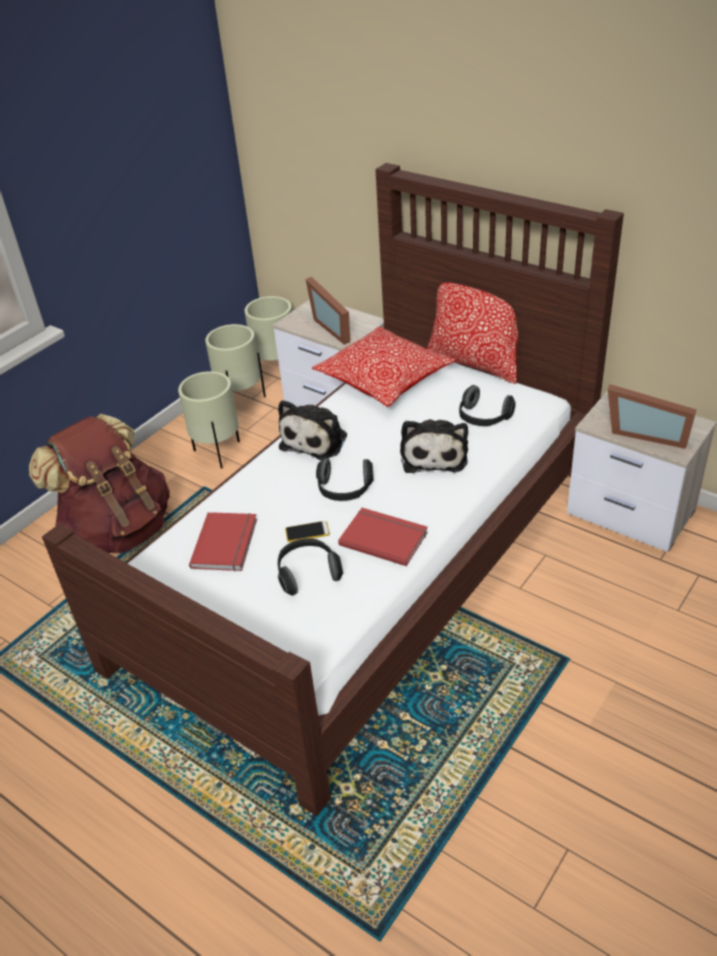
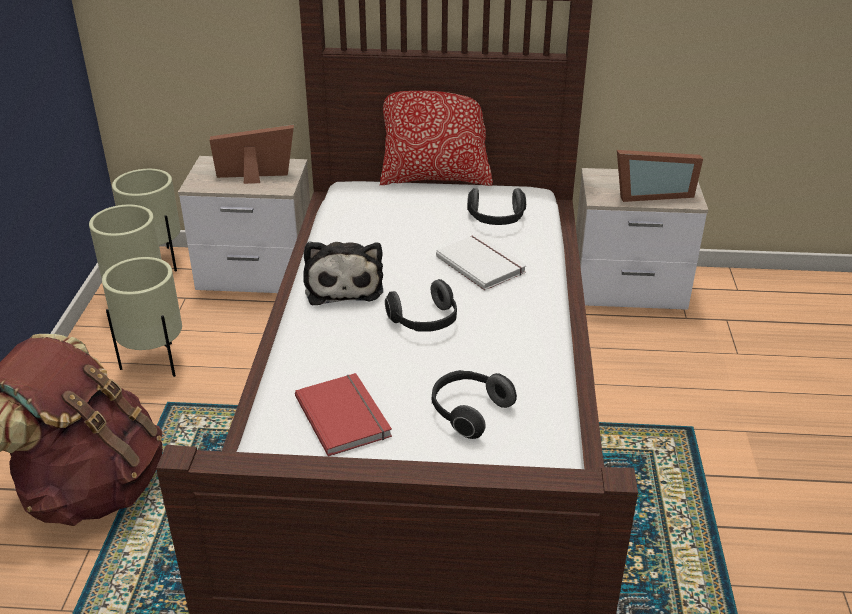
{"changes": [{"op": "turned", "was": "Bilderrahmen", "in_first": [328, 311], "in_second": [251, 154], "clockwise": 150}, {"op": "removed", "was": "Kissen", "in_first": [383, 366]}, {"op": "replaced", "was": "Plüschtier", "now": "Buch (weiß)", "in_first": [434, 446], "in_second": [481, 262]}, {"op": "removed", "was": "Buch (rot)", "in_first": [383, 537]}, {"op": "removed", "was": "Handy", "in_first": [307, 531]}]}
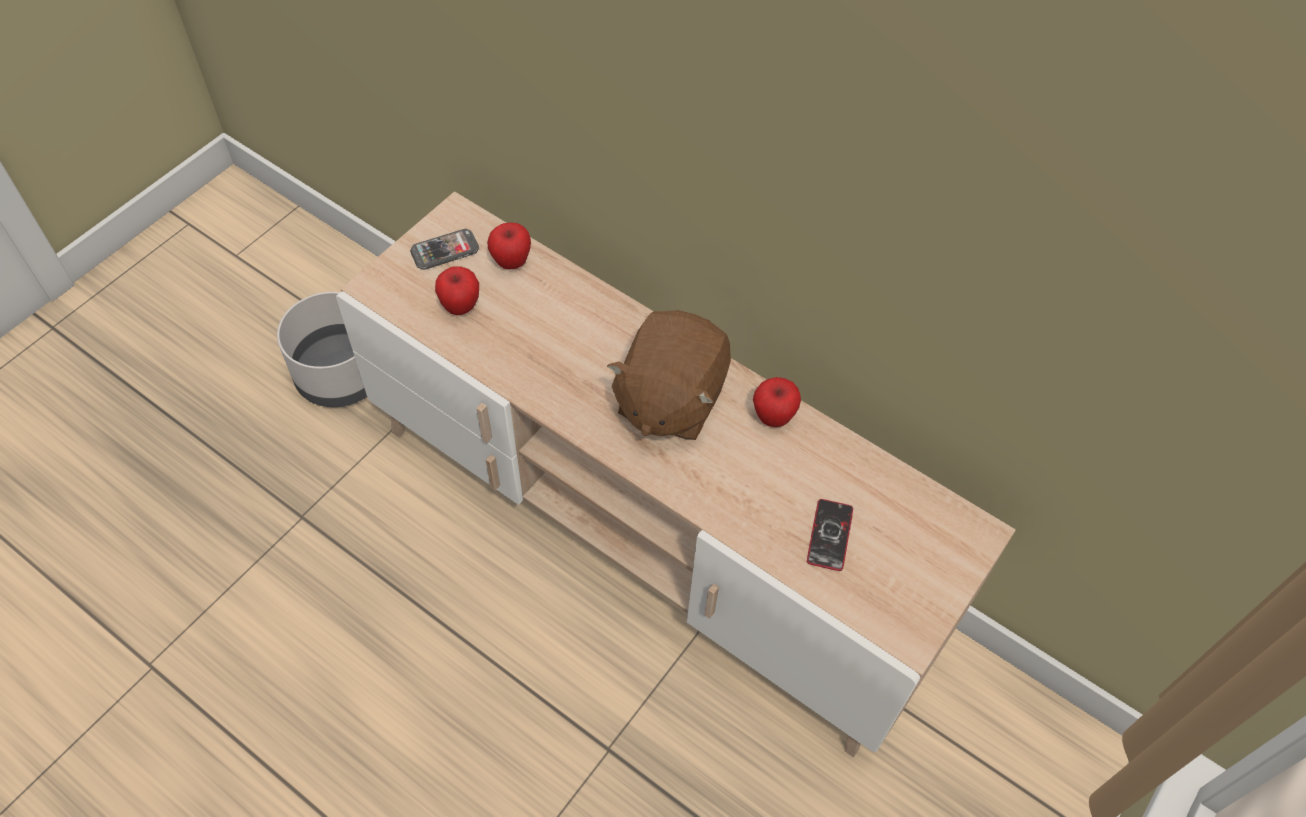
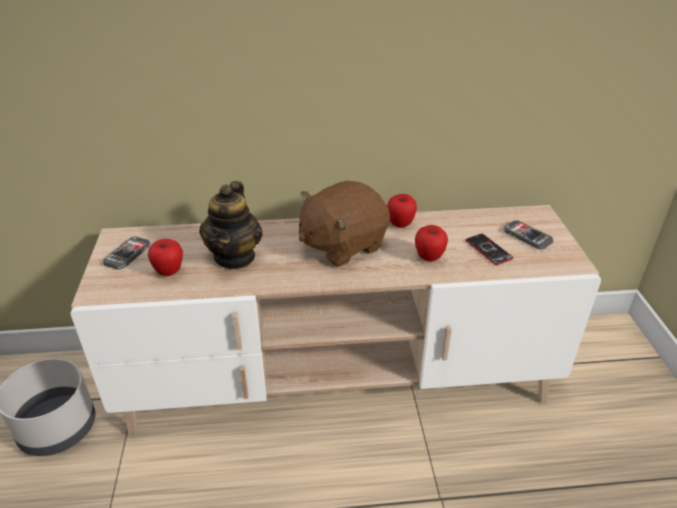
{"changes": [{"op": "moved", "was": "Apfel", "in_first": [509, 245], "in_second": [431, 243]}, {"op": "turned", "was": "Plüschtier (braun)", "in_first": [669, 375], "in_second": [344, 224], "clockwise": 75}, {"op": "added", "now": "Teekanne", "in_second": [231, 225]}, {"op": "added", "now": "Handy", "in_second": [528, 234]}]}
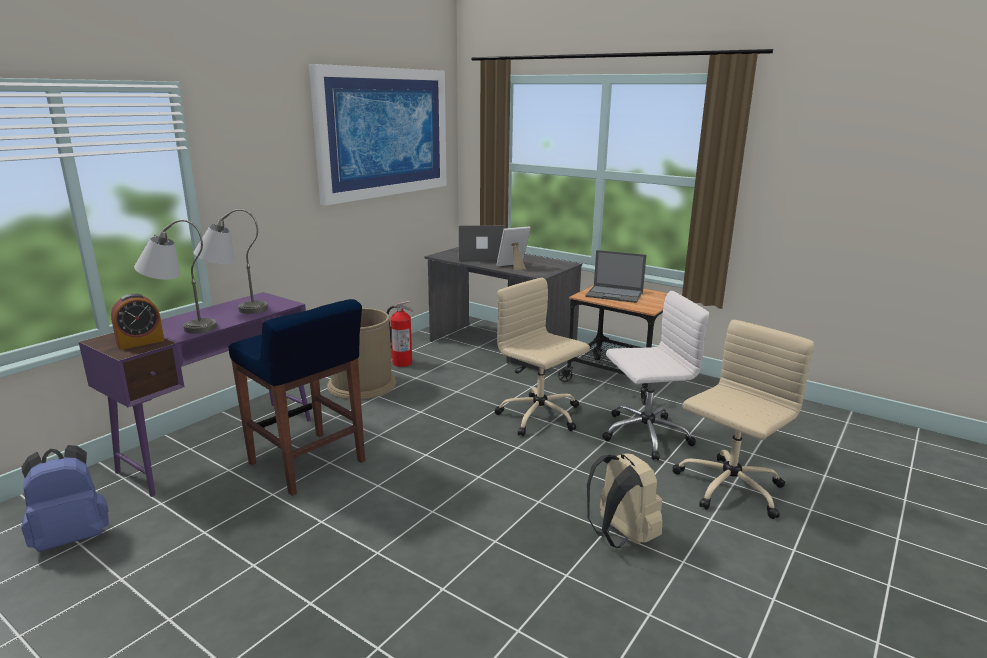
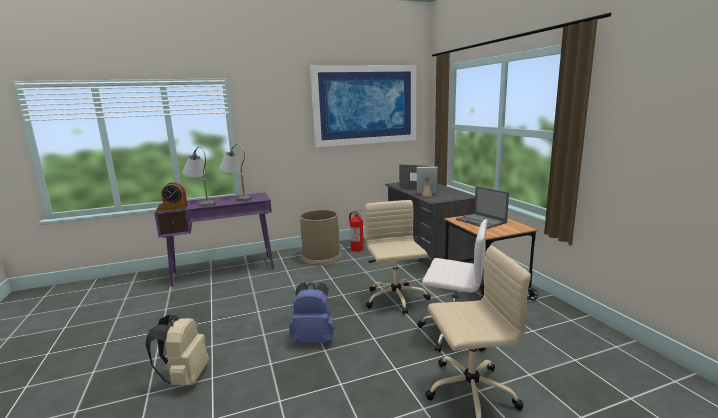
{"changes": [{"op": "removed", "was": "Hocker (blau)", "in_first": [297, 397]}, {"op": "moved", "was": "Rucksack (blau)", "in_first": [65, 498], "in_second": [311, 312]}, {"op": "moved", "was": "Rucksack (beige)", "in_first": [625, 500], "in_second": [177, 349]}]}
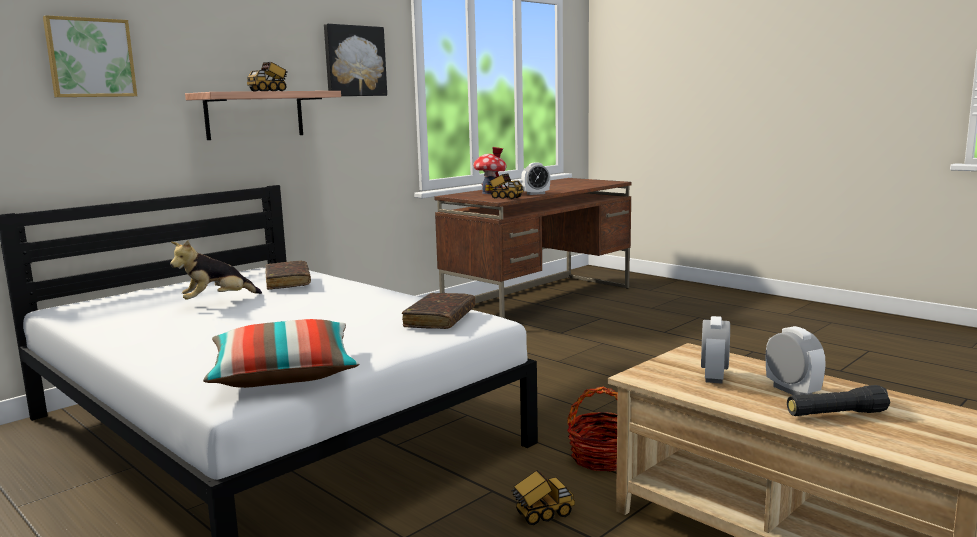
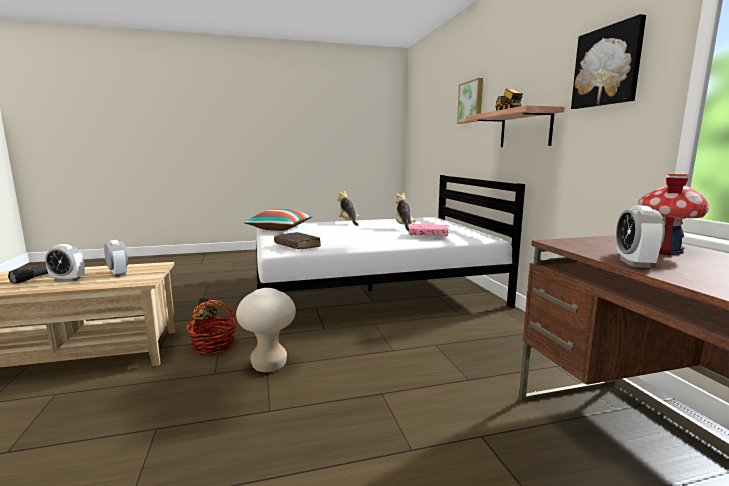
{"changes": [{"op": "removed", "was": "Spielzeuglaster", "in_first": [506, 186]}, {"op": "recoloured", "was": "Buch (braun)", "now": "Buch (rosa)", "in_first": [288, 275], "in_second": [429, 230]}, {"op": "added", "now": "Plüschtier", "in_second": [348, 208]}, {"op": "added", "now": "Hocker (beige)", "in_second": [266, 330]}]}
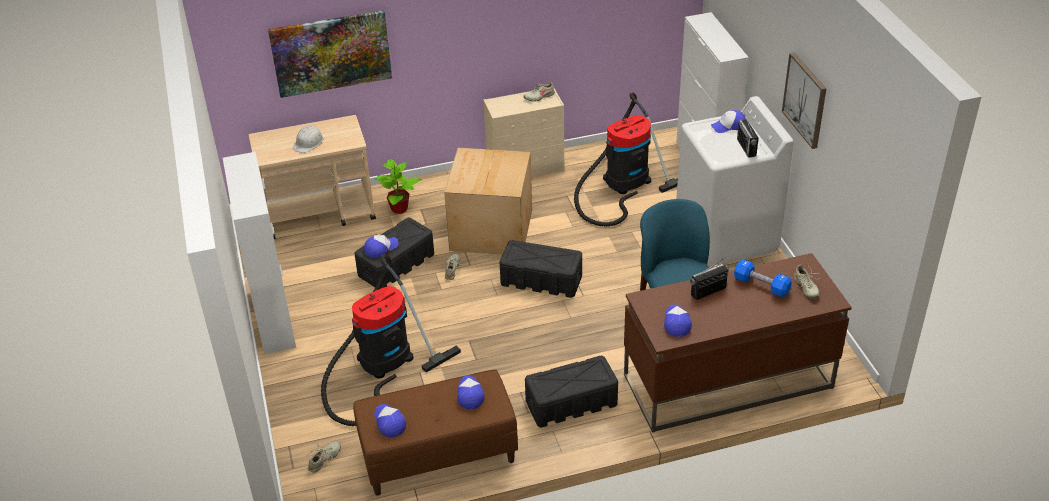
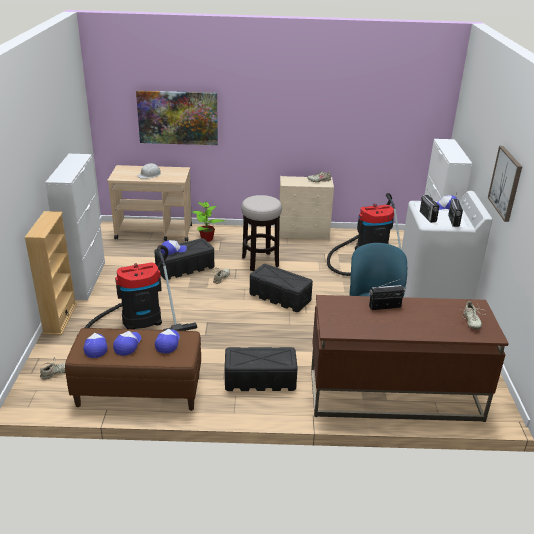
{"changes": [{"op": "replaced", "was": "Karton", "now": "Hocker", "in_first": [488, 201], "in_second": [261, 233]}, {"op": "removed", "was": "Hantel (blau)", "in_first": [763, 278]}, {"op": "moved", "was": "Kappe", "in_first": [678, 321], "in_second": [127, 343]}, {"op": "added", "now": "Radio", "in_second": [429, 206]}, {"op": "added", "now": "Bücherregal (beige)", "in_second": [50, 273]}]}
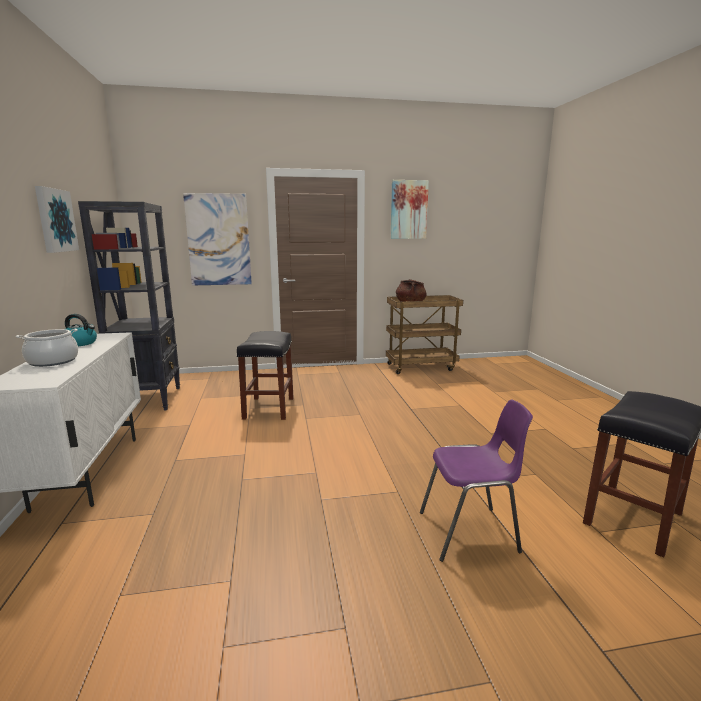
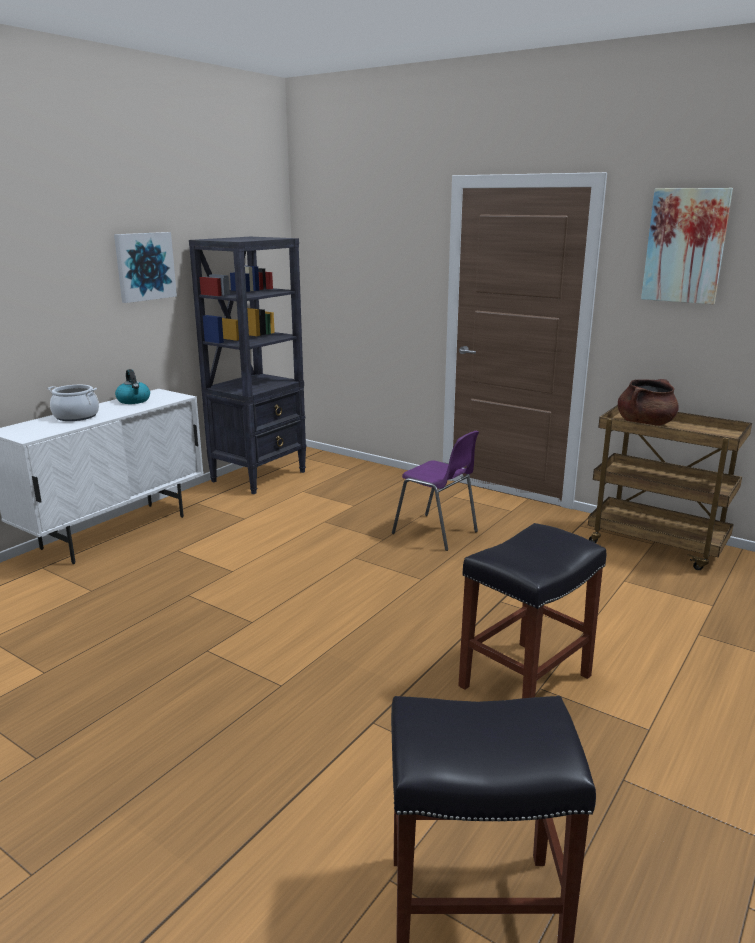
{"changes": [{"op": "removed", "was": "Bild", "in_first": [217, 239]}, {"op": "moved", "was": "Hocker (schwarz)", "in_first": [265, 375], "in_second": [532, 610]}, {"op": "moved", "was": "Stuhl (lila)", "in_first": [476, 480], "in_second": [435, 491]}]}
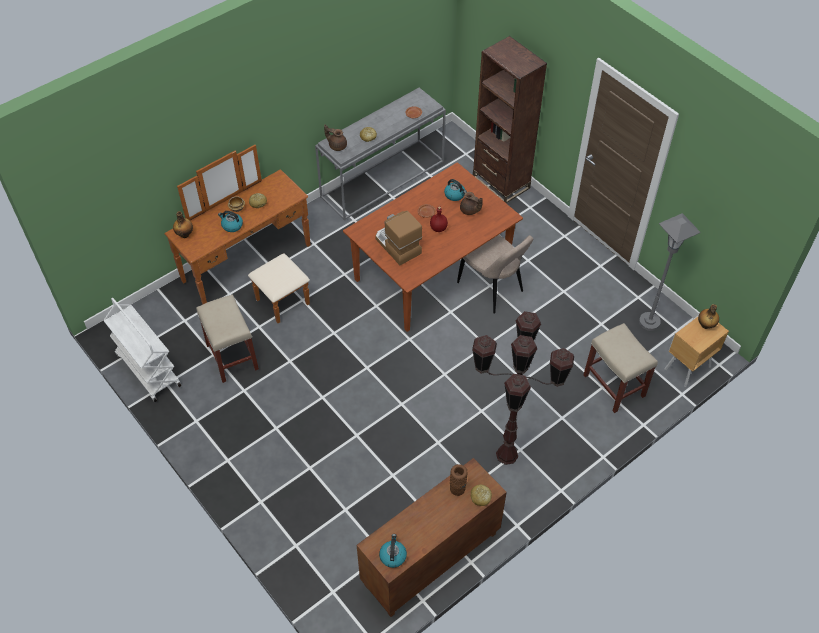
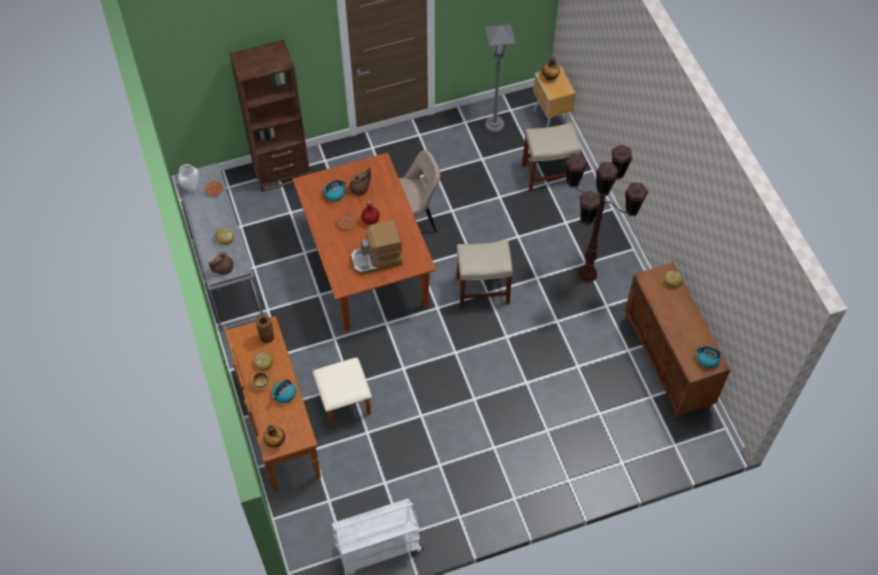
{"changes": [{"op": "moved", "was": "Hocker (beige)", "in_first": [227, 339], "in_second": [485, 274]}, {"op": "moved", "was": "Vase (braun)", "in_first": [458, 480], "in_second": [265, 329]}, {"op": "added", "now": "Vase (weiß)", "in_second": [188, 178]}]}
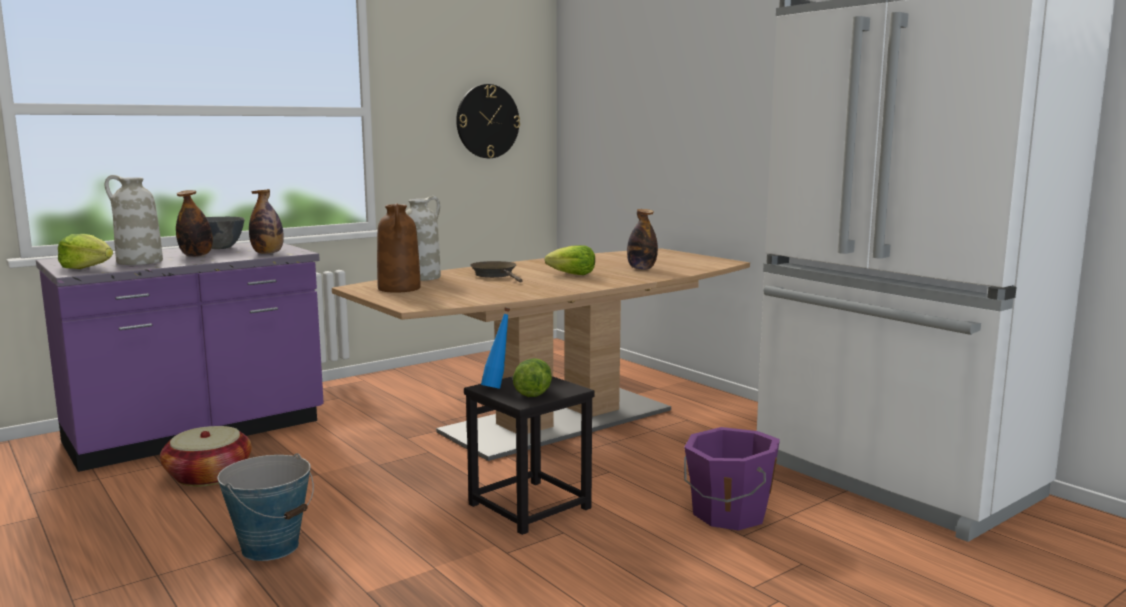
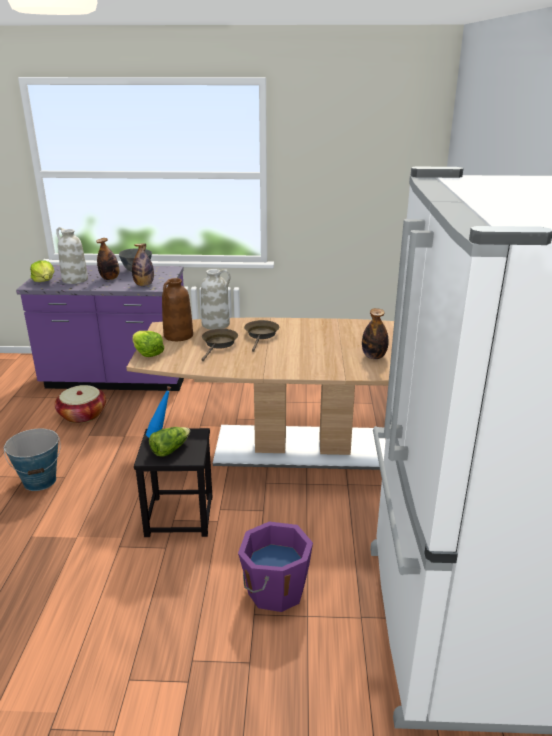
{"changes": [{"op": "removed", "was": "Wanduhr", "in_first": [488, 121]}, {"op": "moved", "was": "Salatkopf", "in_first": [570, 260], "in_second": [148, 344]}, {"op": "added", "now": "Pfanne (braun)", "in_second": [219, 345]}]}
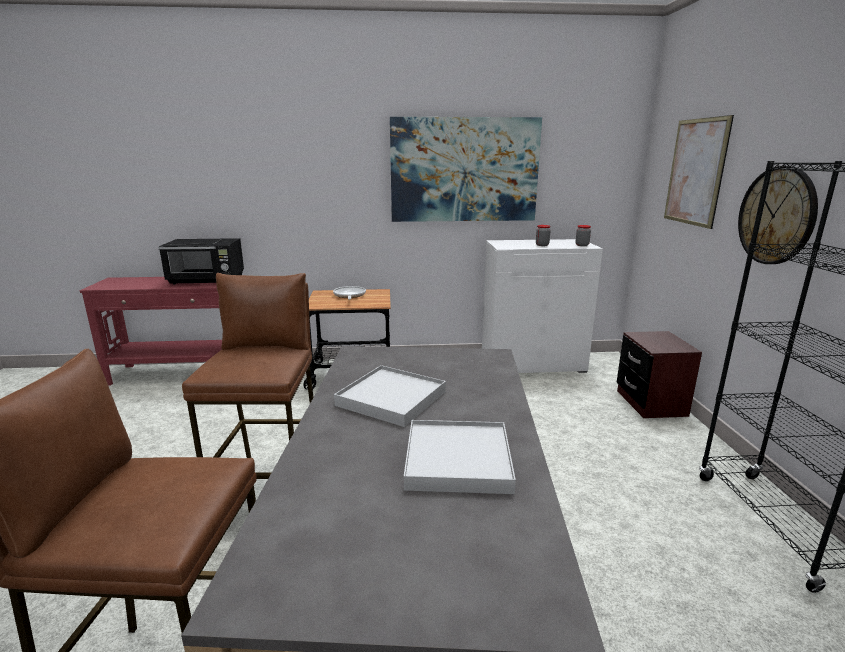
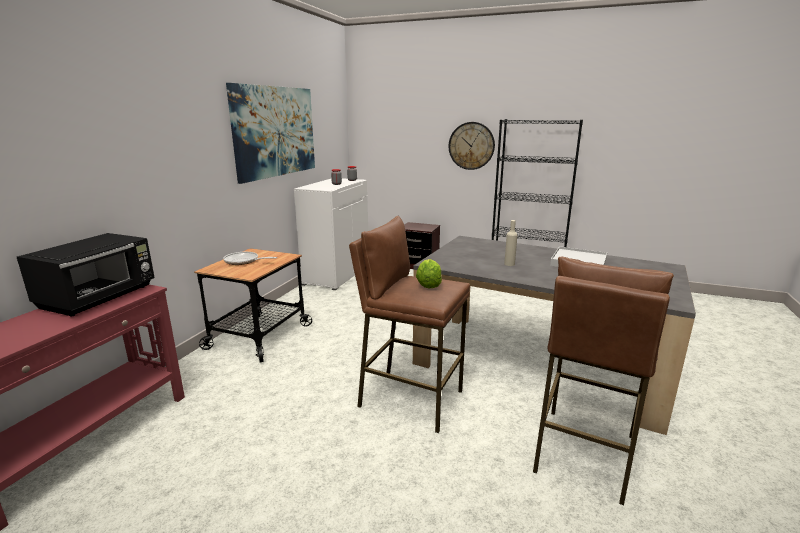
{"changes": [{"op": "removed", "was": "Bild", "in_first": [699, 172]}, {"op": "replaced", "was": "Tablett (weiß)", "now": "Flasche (beige)", "in_first": [390, 396], "in_second": [510, 243]}, {"op": "added", "now": "Salatkopf", "in_second": [429, 274]}]}
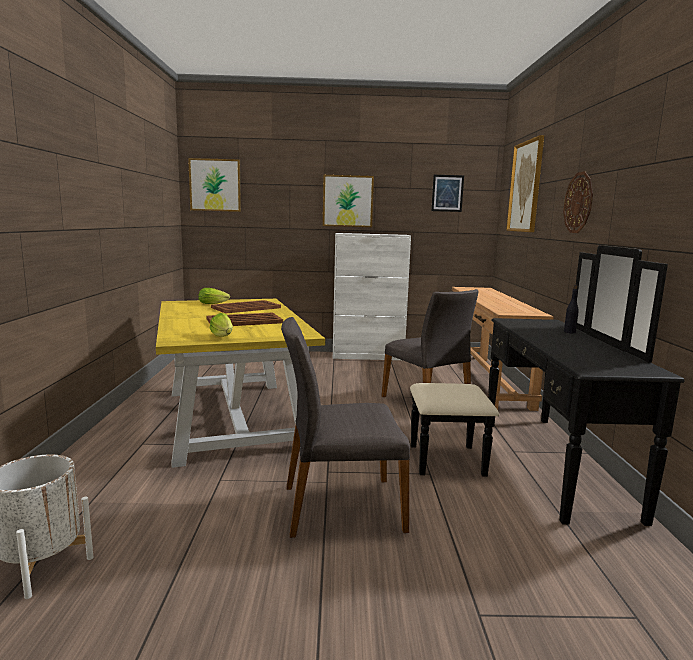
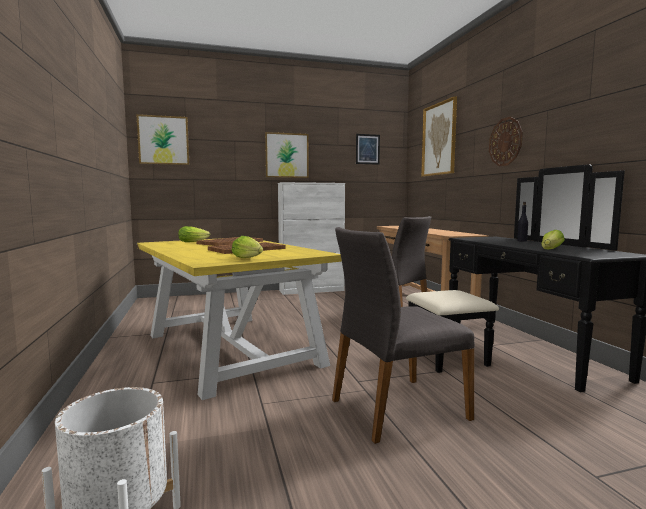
{"changes": [{"op": "added", "now": "Salatkopf", "in_second": [553, 240]}]}
